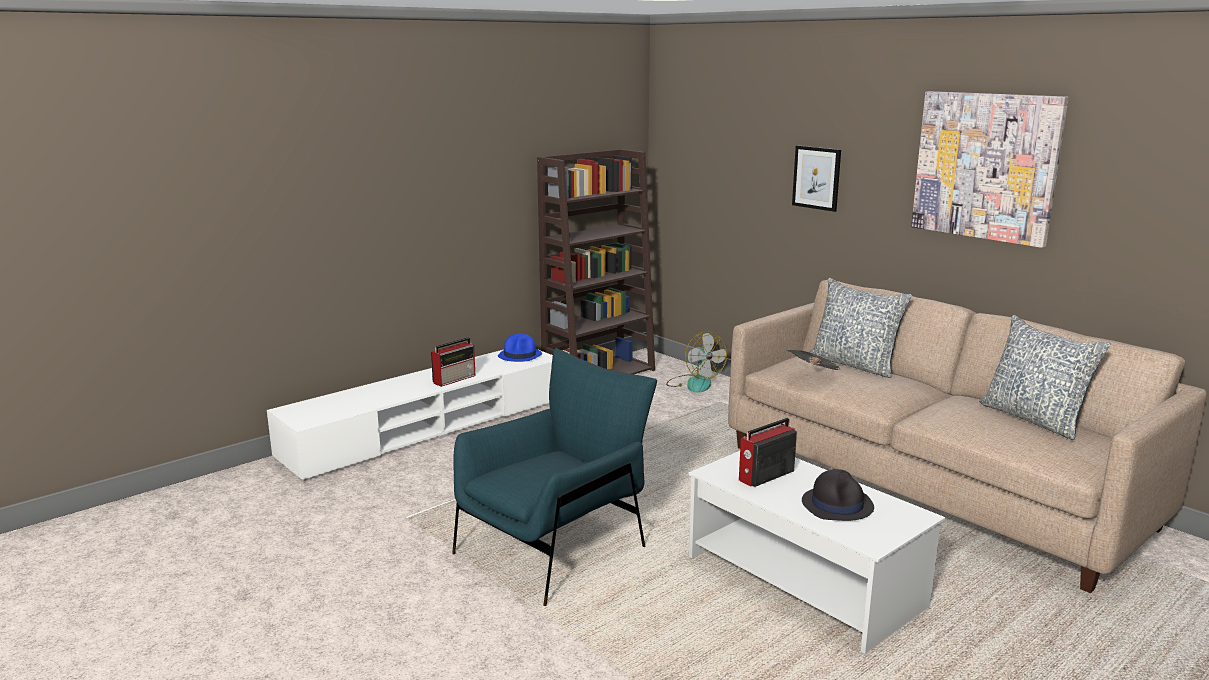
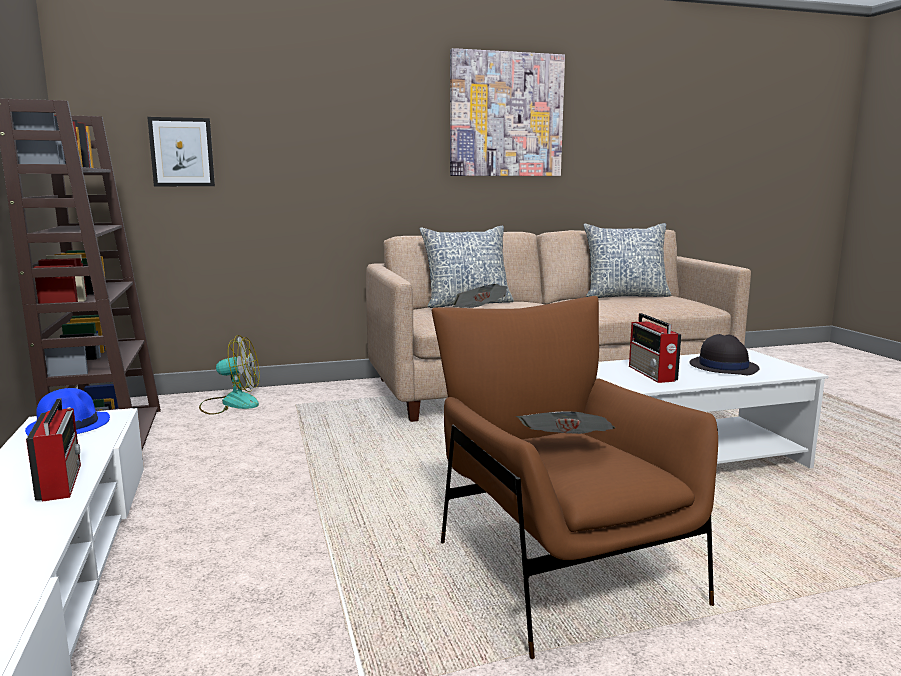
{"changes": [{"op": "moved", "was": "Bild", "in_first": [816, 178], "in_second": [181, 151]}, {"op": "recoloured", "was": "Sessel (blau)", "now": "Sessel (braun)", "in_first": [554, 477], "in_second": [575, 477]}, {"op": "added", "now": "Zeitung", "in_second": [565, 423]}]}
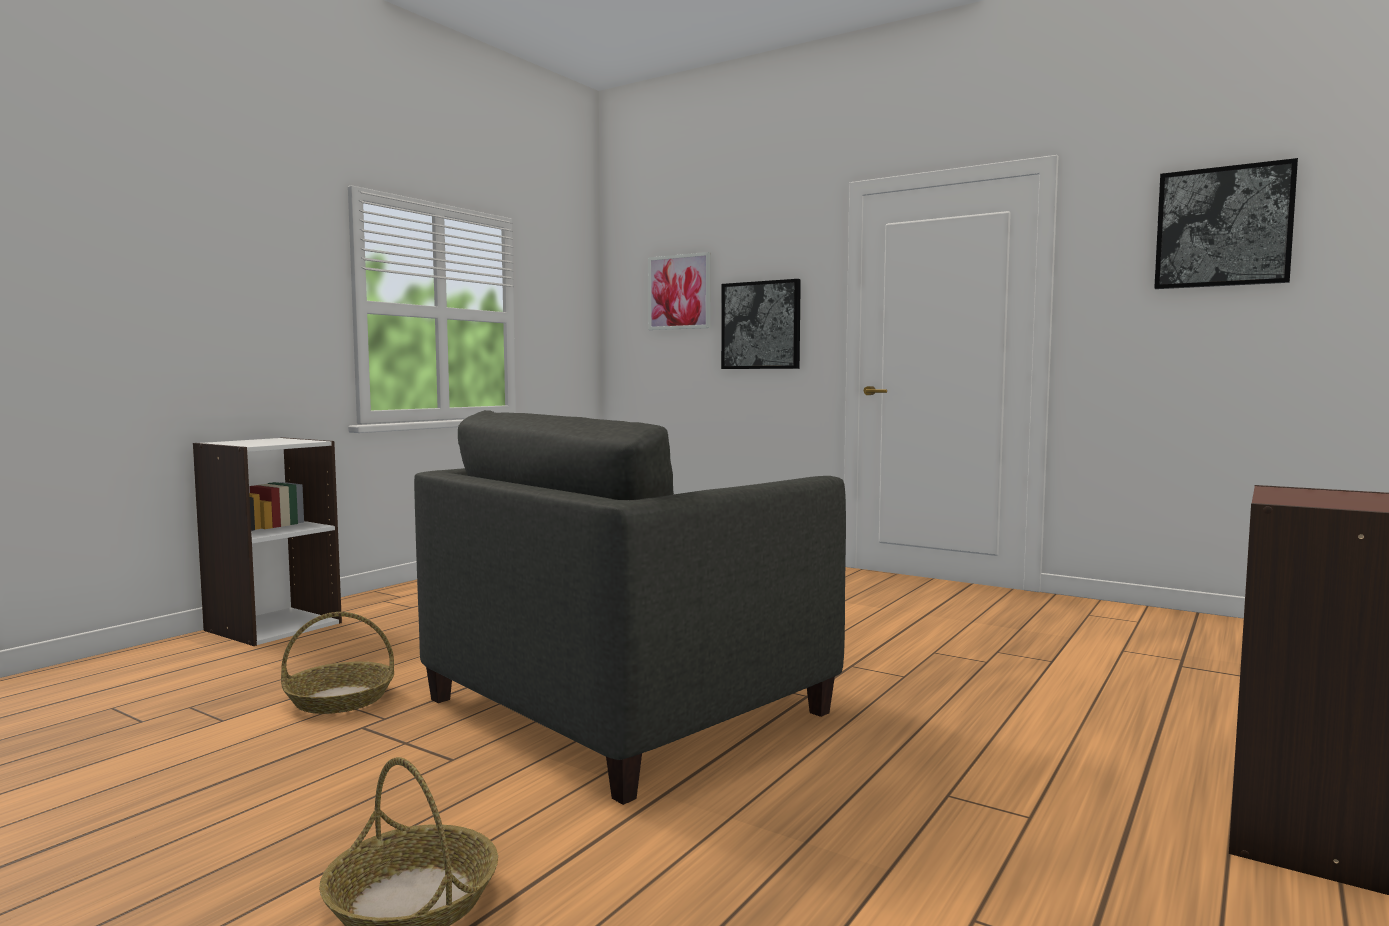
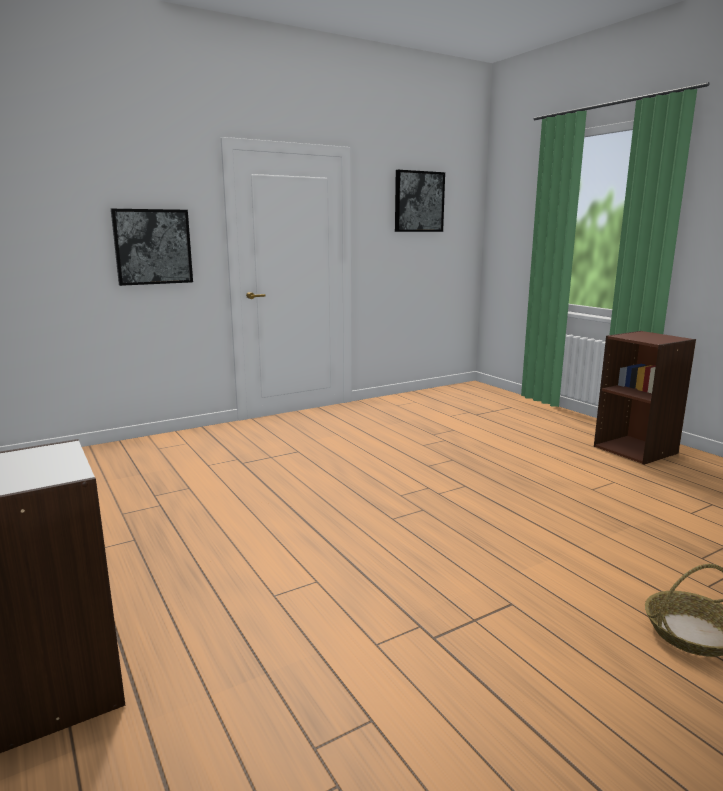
{"changes": [{"op": "removed", "was": "Bild", "in_first": [679, 291]}, {"op": "removed", "was": "Sessel (grau)", "in_first": [630, 607]}, {"op": "removed", "was": "Korb", "in_first": [337, 663]}]}
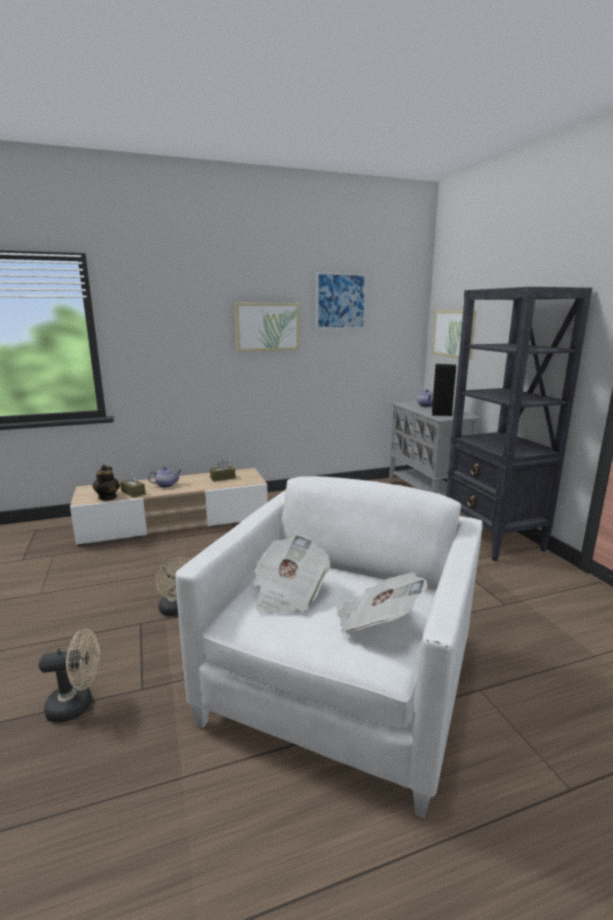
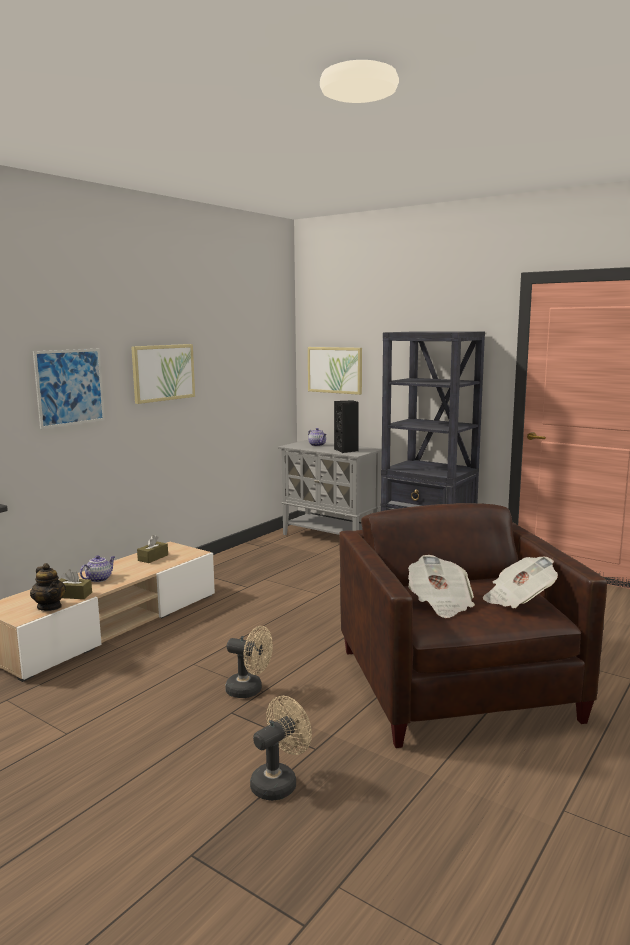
{"changes": [{"op": "moved", "was": "Bild", "in_first": [341, 300], "in_second": [69, 389]}, {"op": "recoloured", "was": "Sessel (weiß)", "now": "Sessel (braun)", "in_first": [328, 647], "in_second": [473, 625]}]}
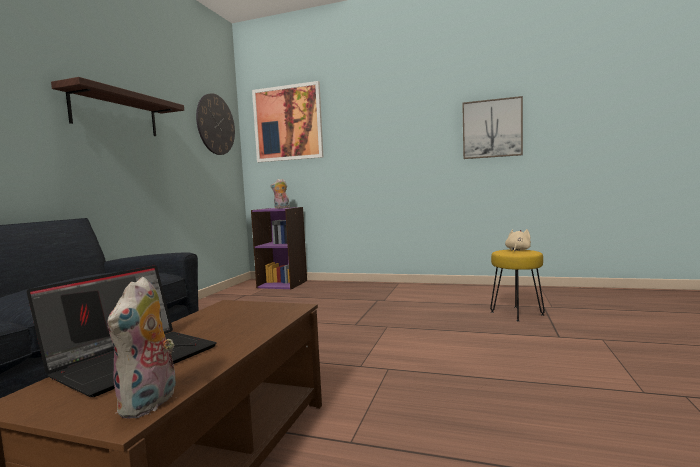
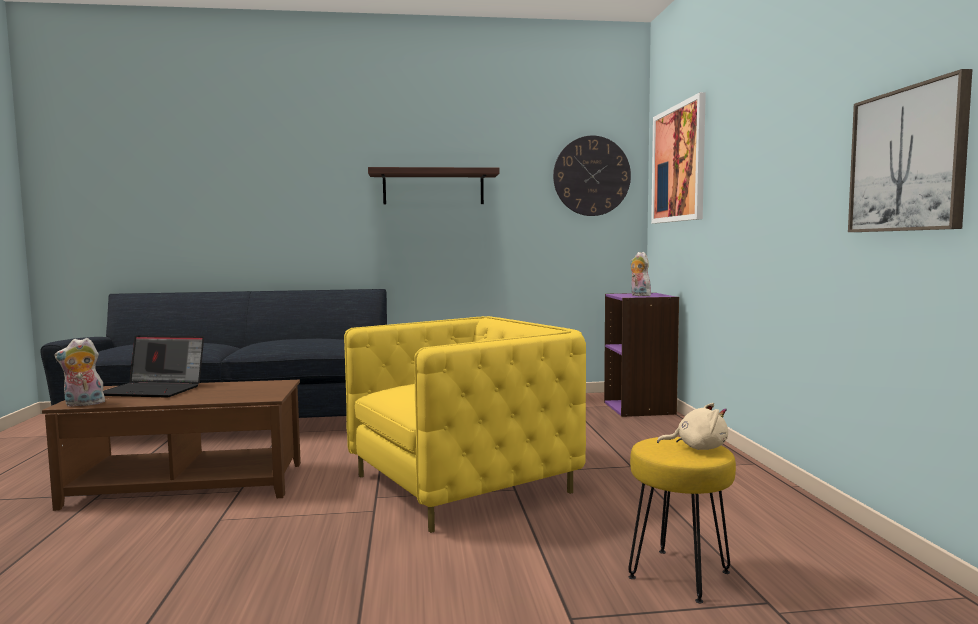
{"changes": [{"op": "added", "now": "Sessel (gelb)", "in_second": [465, 424]}]}
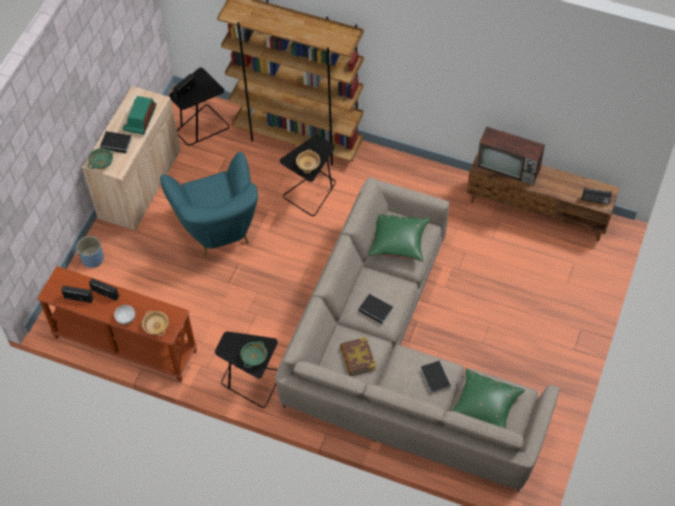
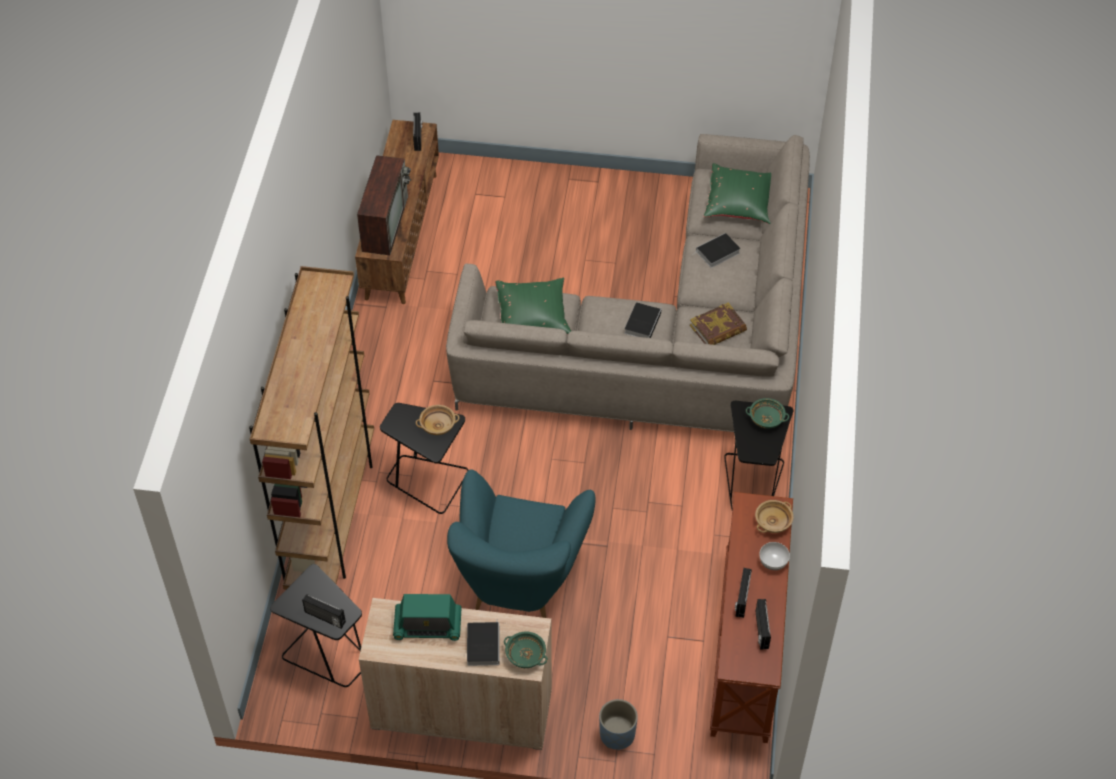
{"changes": [{"op": "turned", "was": "Sessel (türkis)", "in_first": [209, 204], "in_second": [521, 543], "clockwise": 135}]}
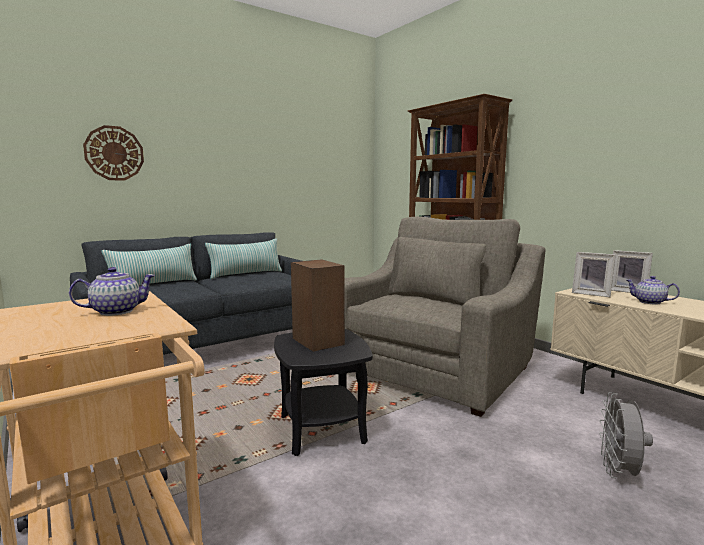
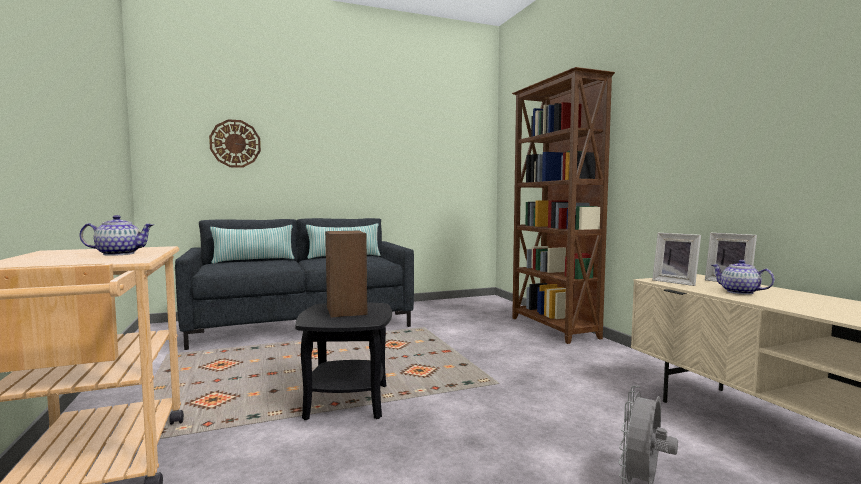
{"changes": [{"op": "removed", "was": "Sessel (grau)", "in_first": [444, 316]}]}
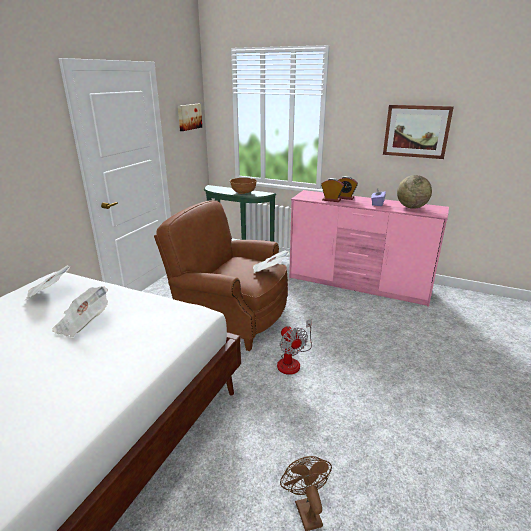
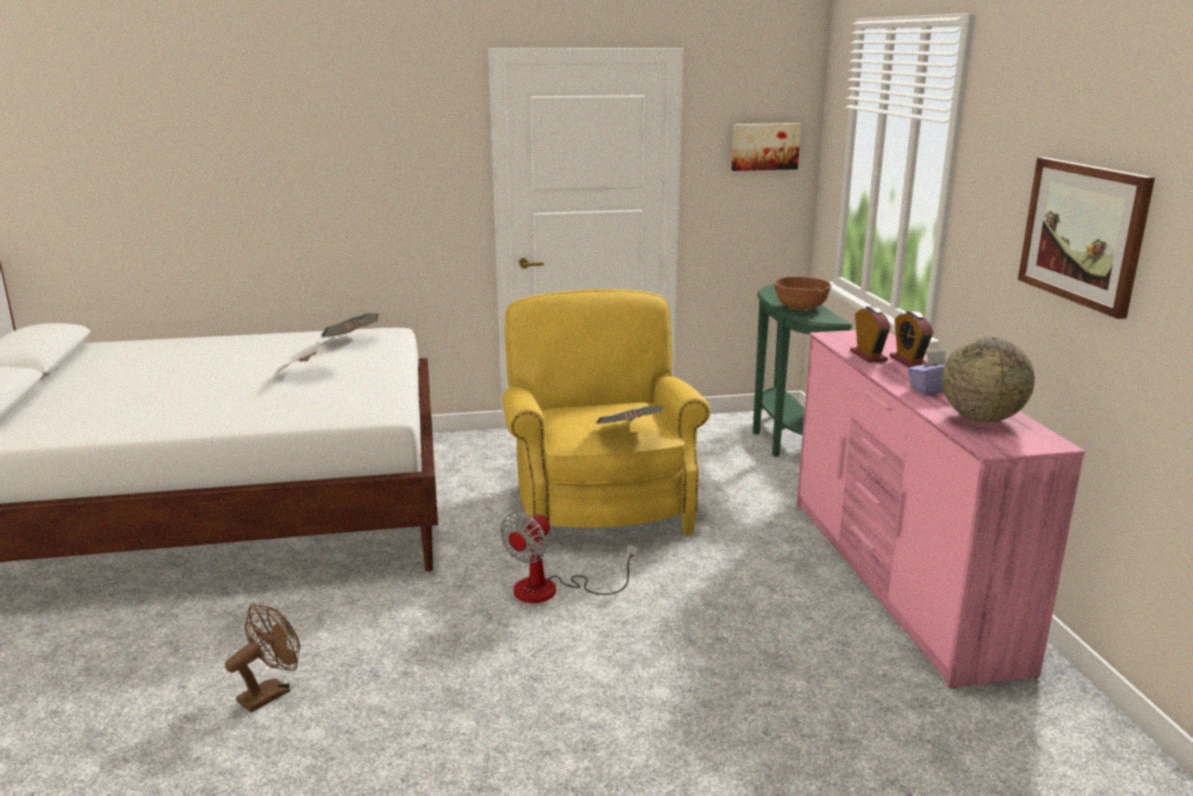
{"changes": [{"op": "recoloured", "was": "Sessel (braun)", "now": "Sessel (gelb)", "in_first": [221, 275], "in_second": [606, 418]}]}
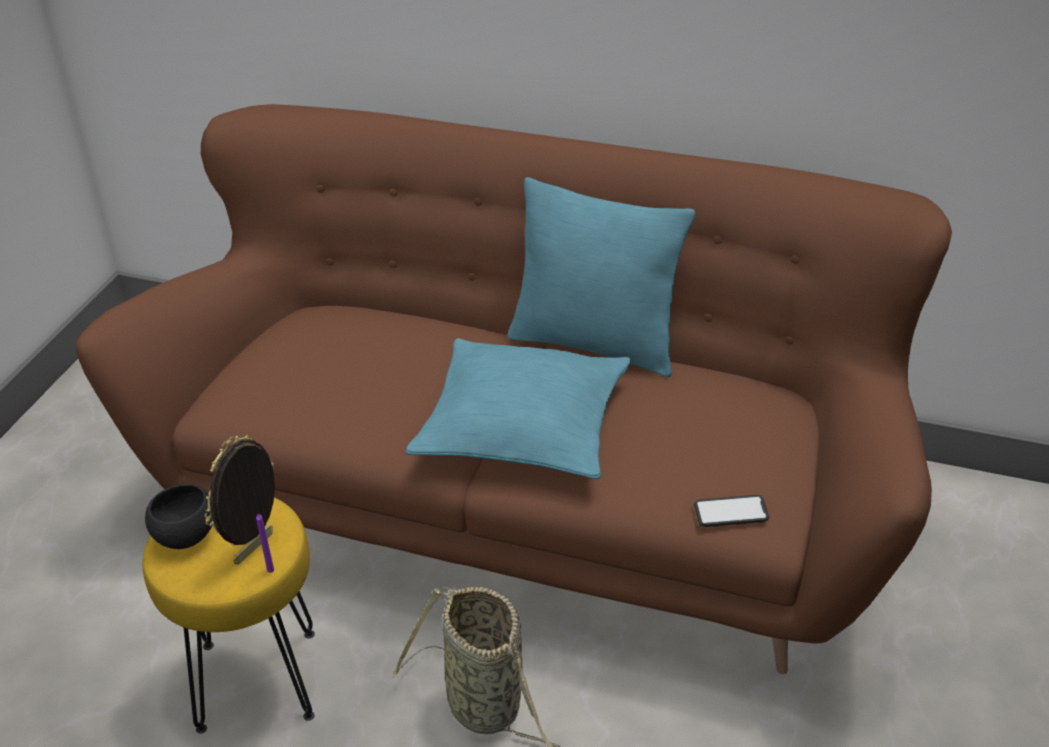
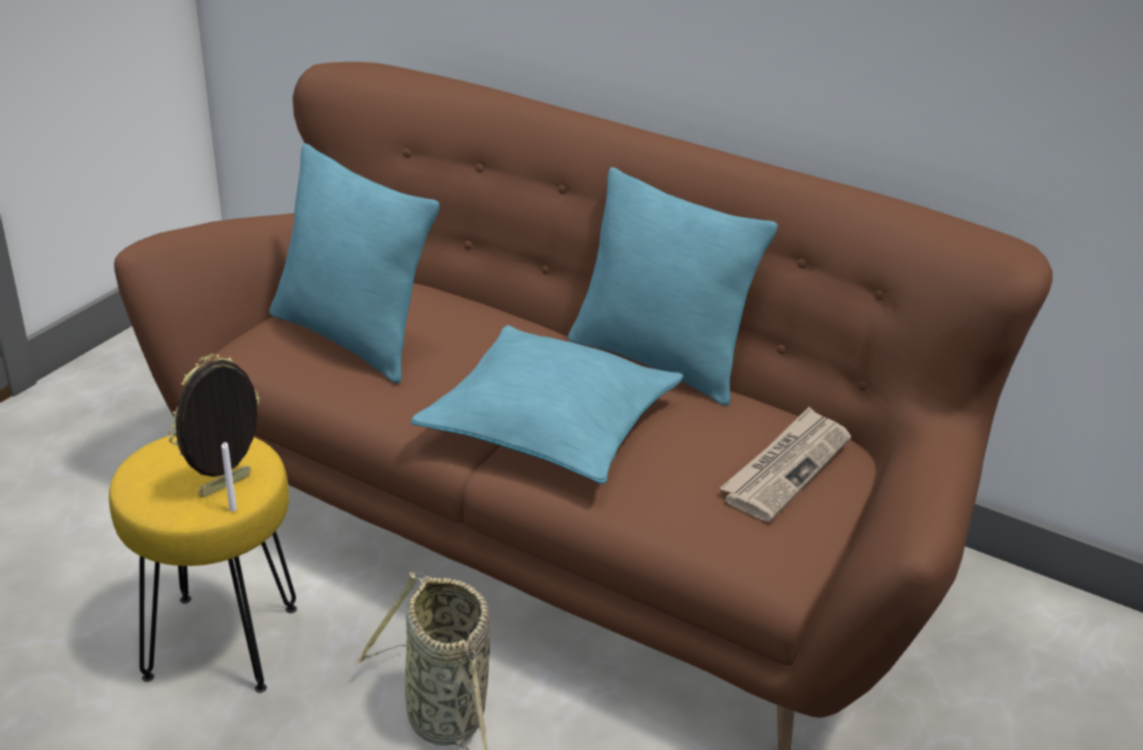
{"changes": [{"op": "removed", "was": "Schüssel (schwarz)", "in_first": [178, 516]}, {"op": "removed", "was": "Handy", "in_first": [731, 511]}, {"op": "recoloured", "was": "Kerze (lila)", "now": "Kerze (weiß)", "in_first": [265, 543], "in_second": [229, 477]}, {"op": "added", "now": "Kissen (türkis)", "in_second": [354, 263]}, {"op": "added", "now": "Zeitung", "in_second": [785, 464]}]}
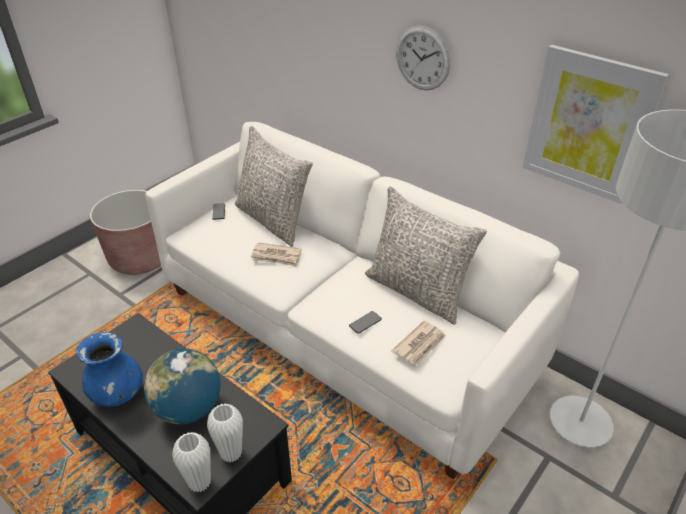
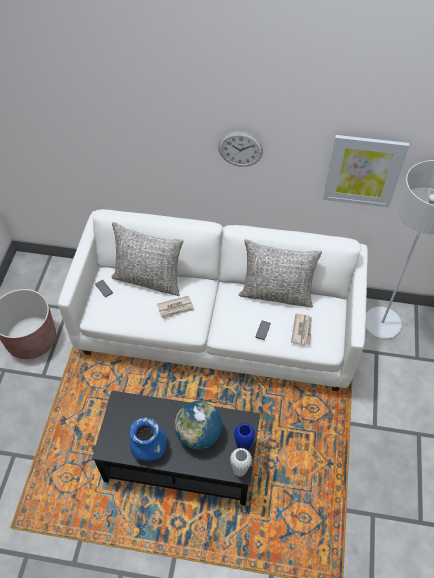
{"changes": [{"op": "recoloured", "was": "Vase (weiß)", "now": "Vase (blau)", "in_first": [225, 433], "in_second": [244, 436]}]}
